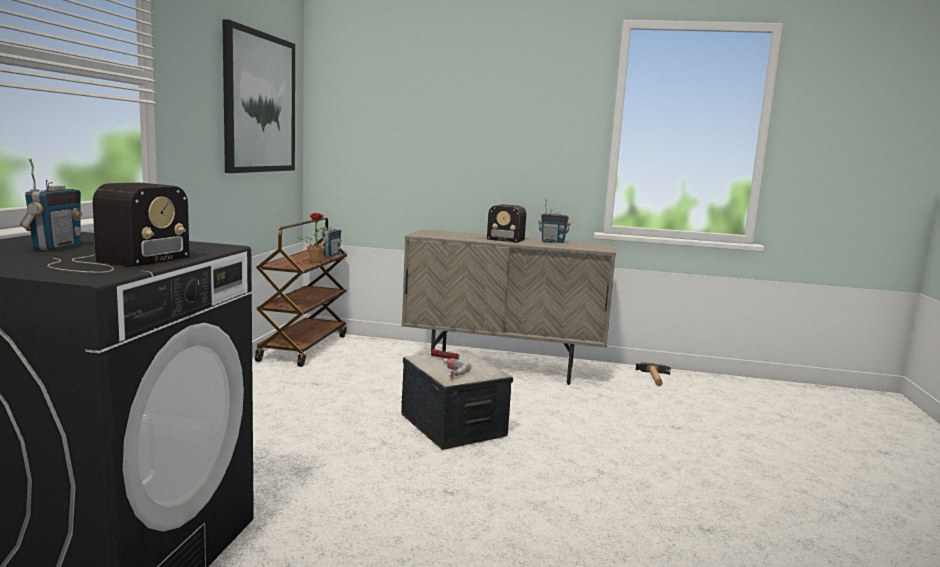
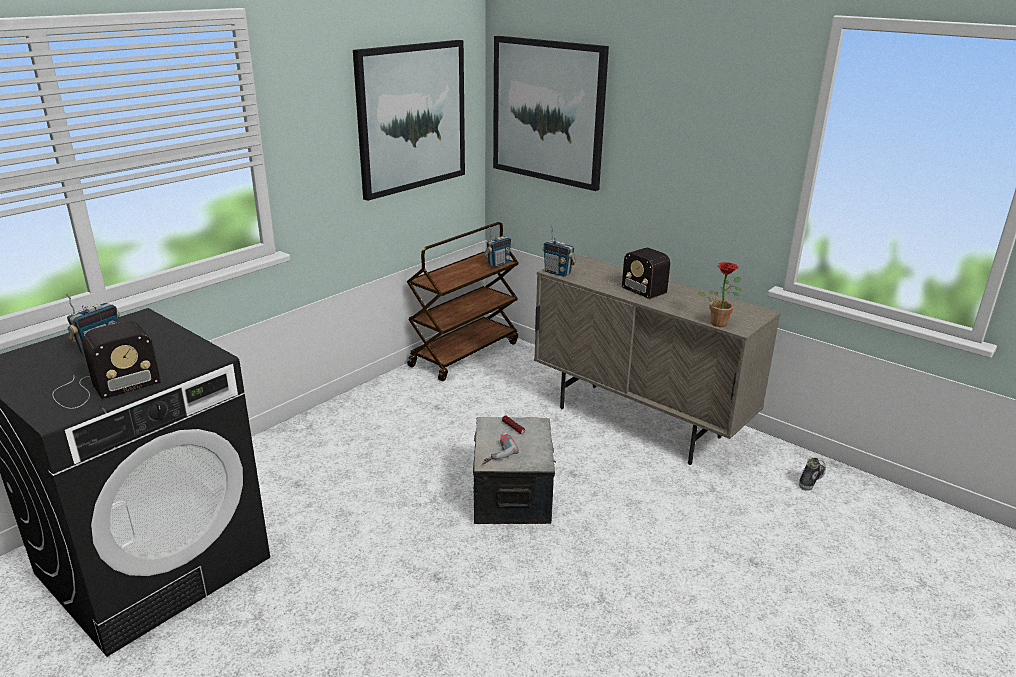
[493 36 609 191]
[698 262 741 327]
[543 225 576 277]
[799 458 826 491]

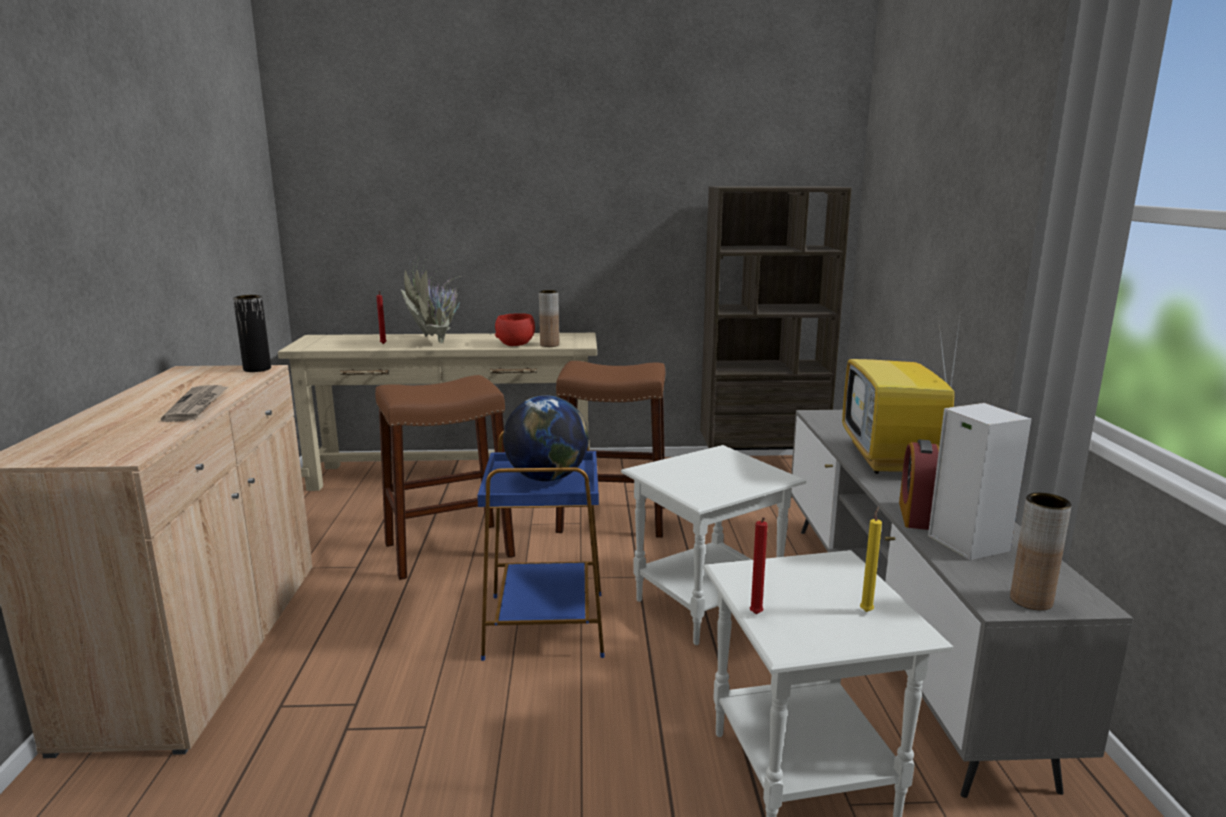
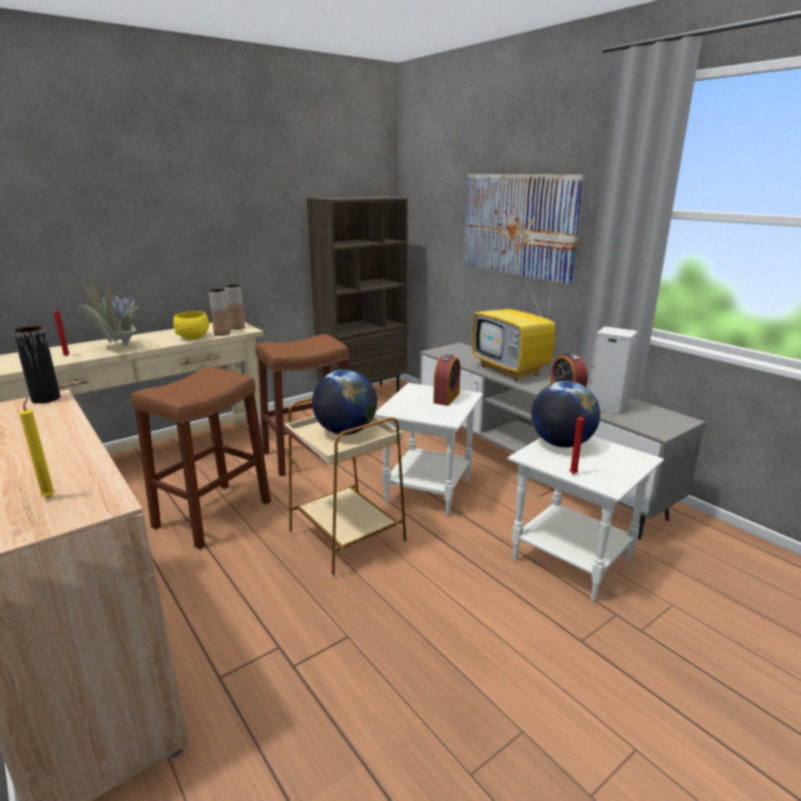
[161 385 228 422] (first image)
[433 354 460 406]
[464 174 585 284]
[531 381 600 448]
[19 397 55 498]
[225 284 245 330]
[284 398 407 579]
[173 311 209 340]

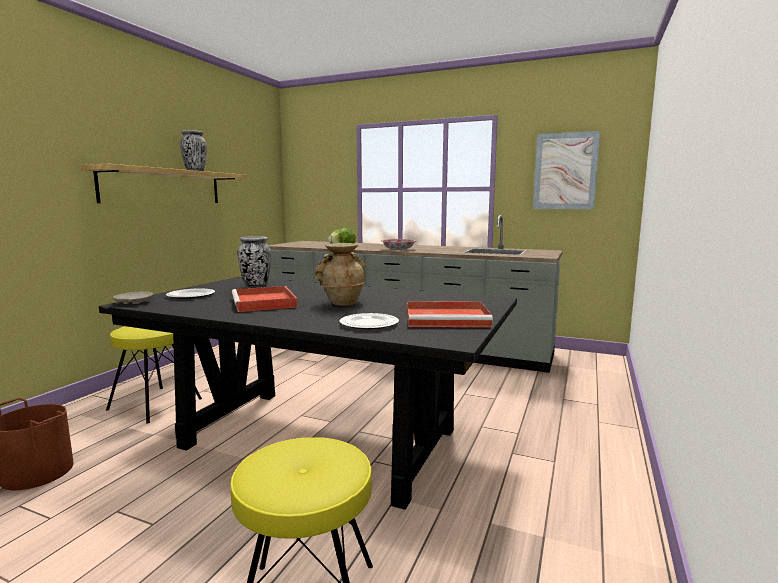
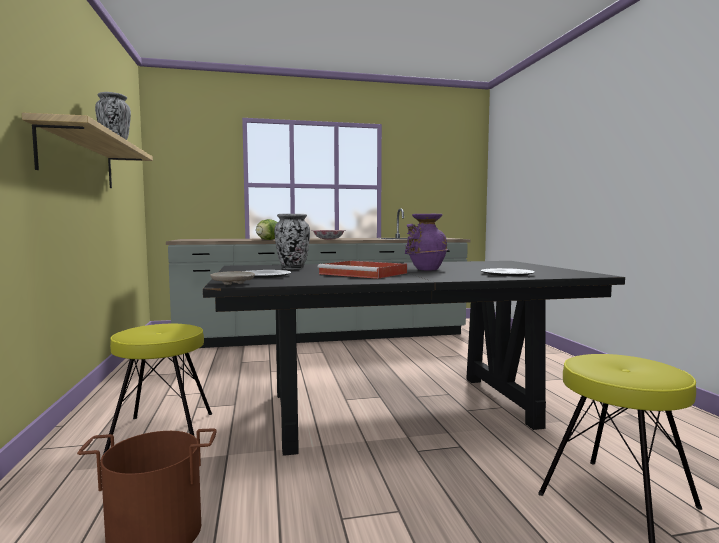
[407 301 493 327] (first image)
[533 131 600 209] (first image)
[405 214 448 270]

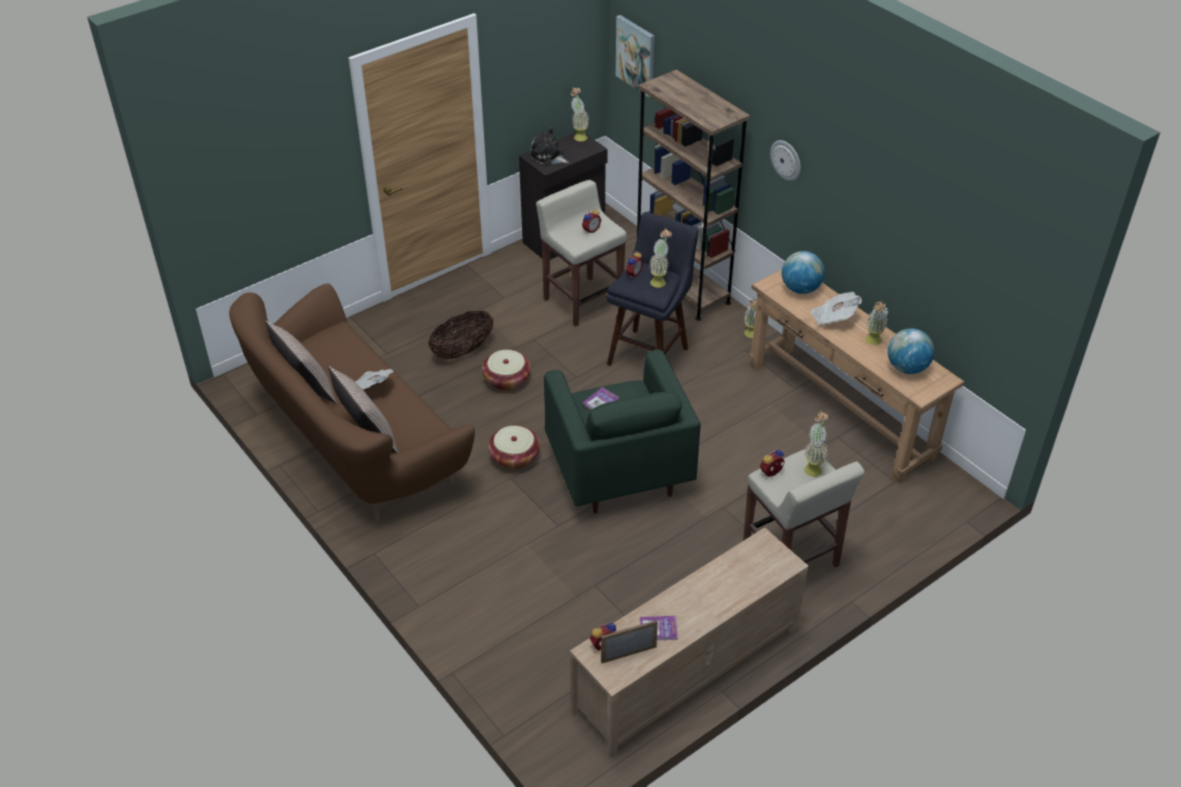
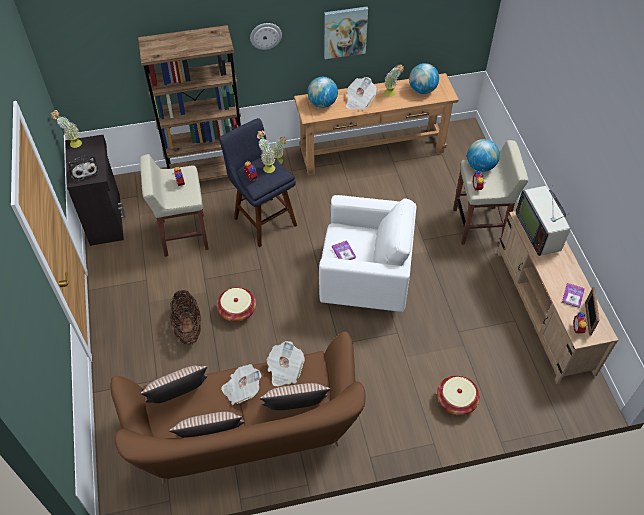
[140 366 207 403]
[266 341 305 386]
[516 186 570 256]
[437 375 480 415]
[324 7 368 59]
[467 139 500 172]
[319 195 416 312]
[68 155 99 182]

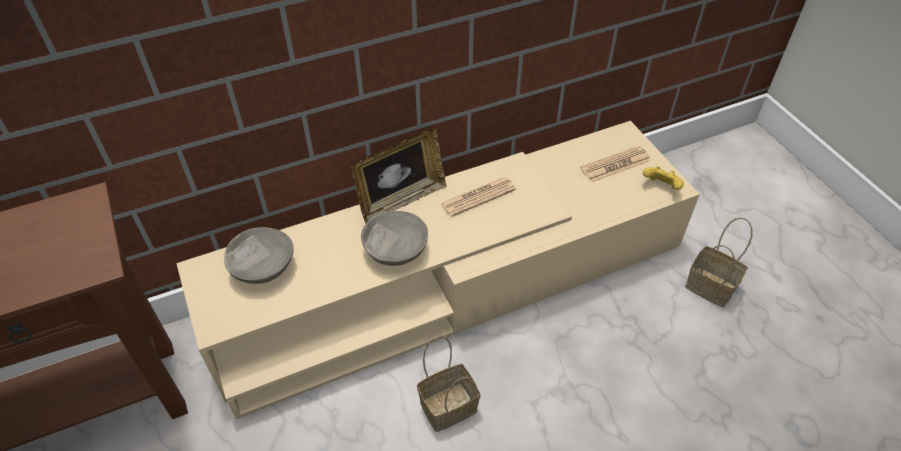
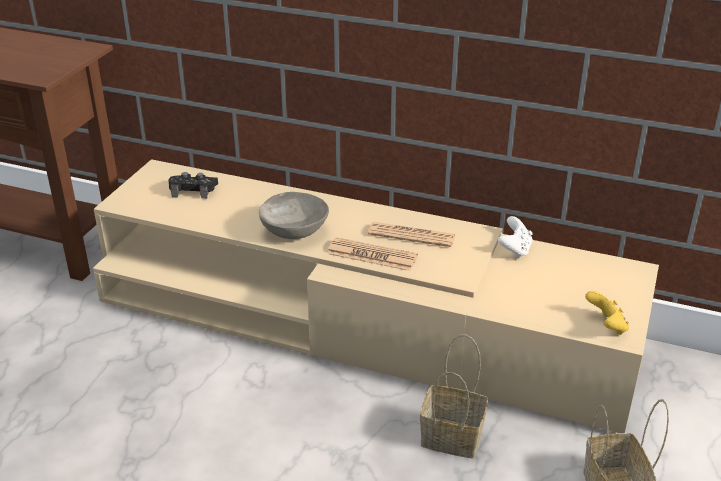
[351 127 447 223] (first image)
[498 216 533 259]
[420 335 488 458]
[327 237 418 271]
[168 172 218 199]

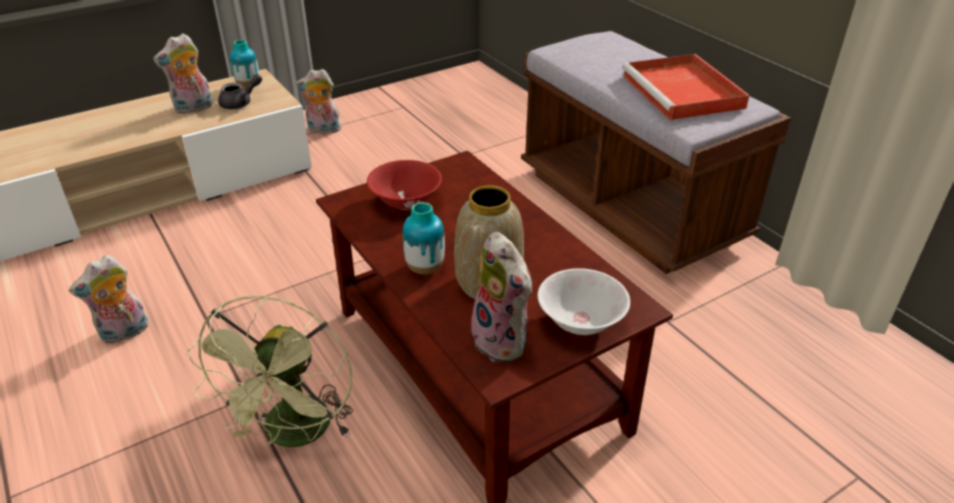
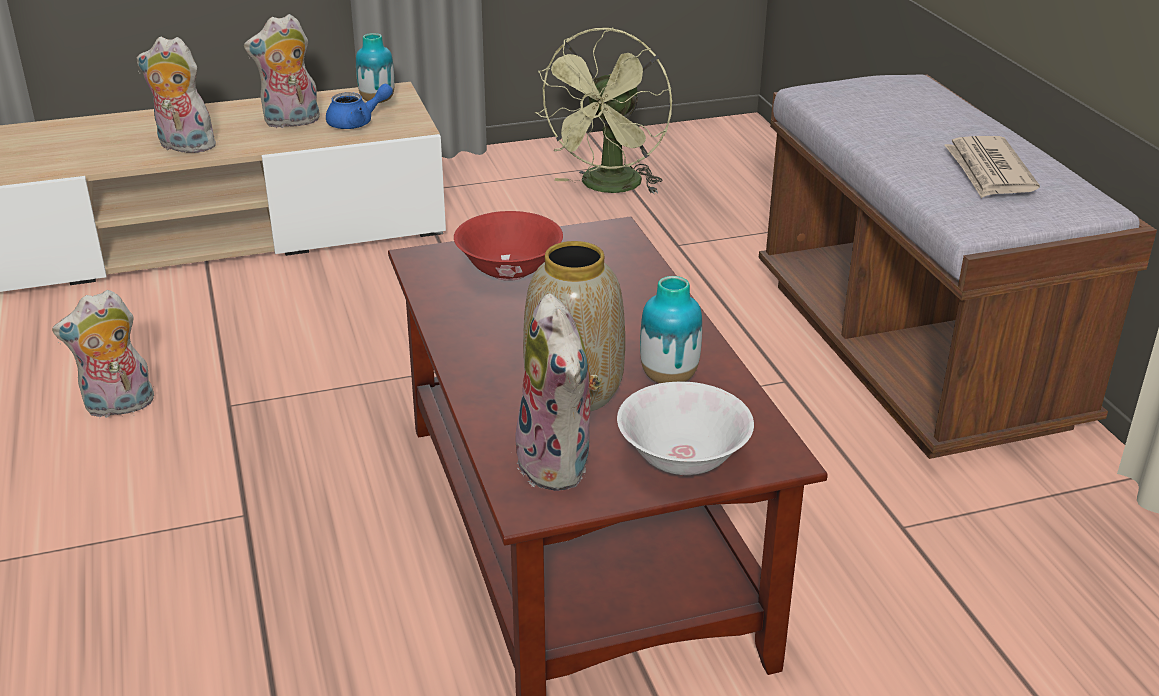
[535 28 672 194]
[136 37 216 153]
[640 276 702 383]
[945 136 1040 198]
[326 84 393 129]

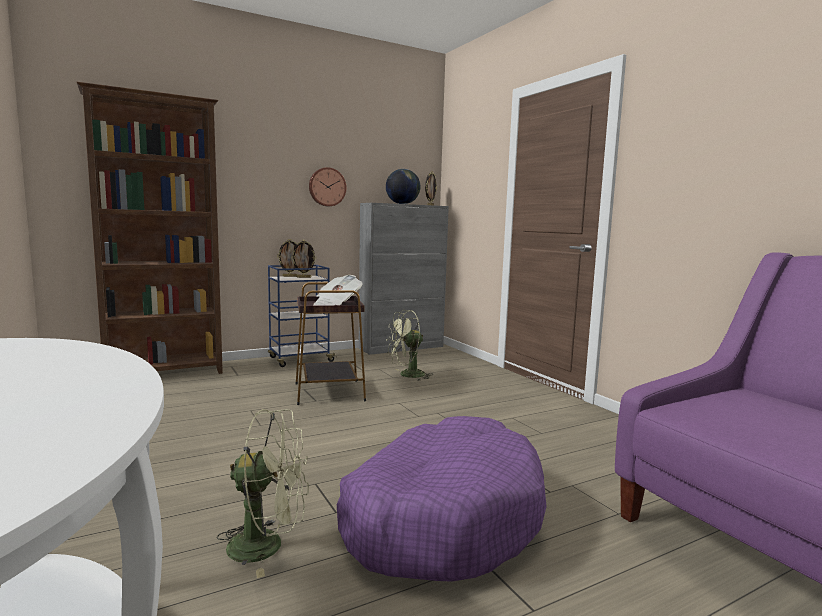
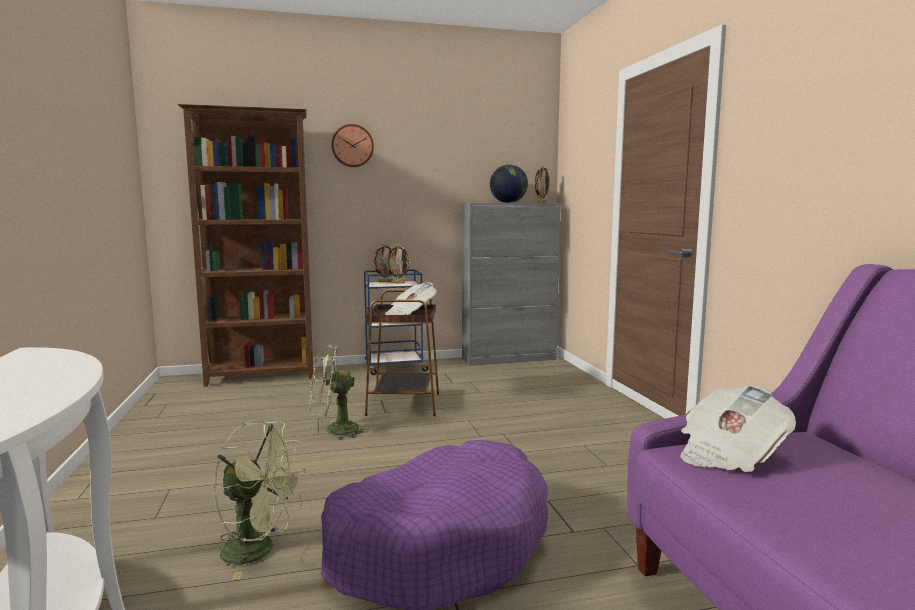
[681 385 796 472]
[332 124 374 167]
[309 344 369 440]

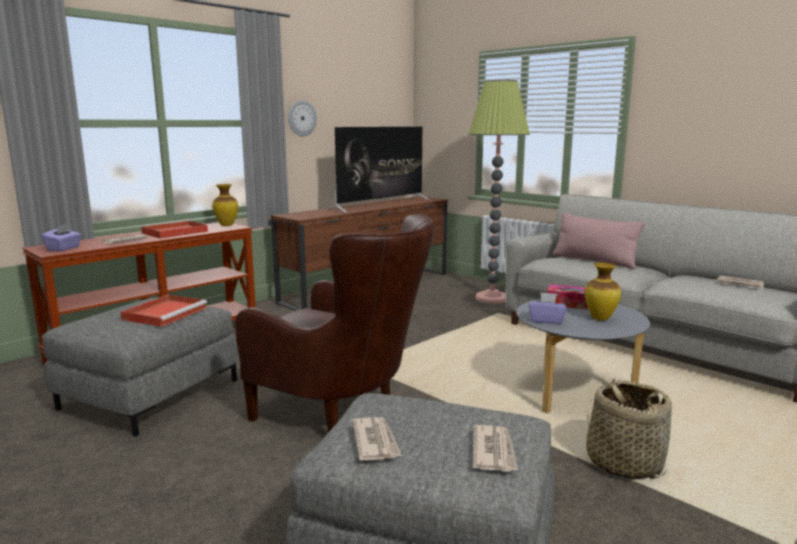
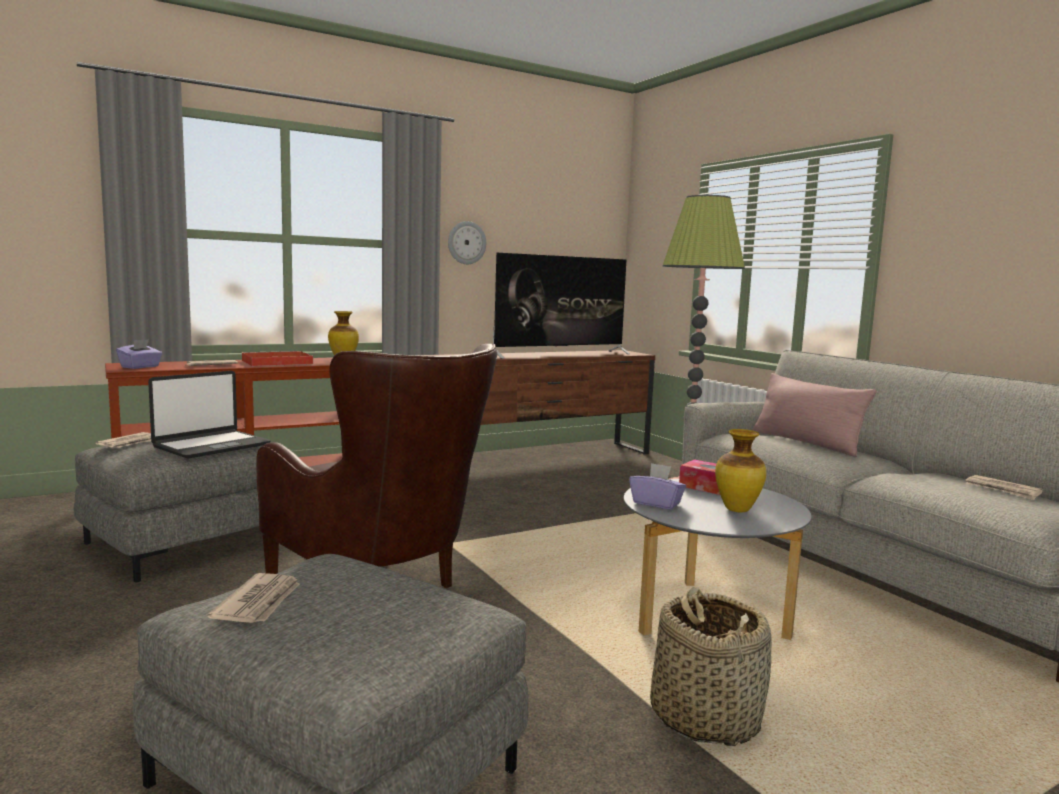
[96 432 151 448]
[148 371 271 459]

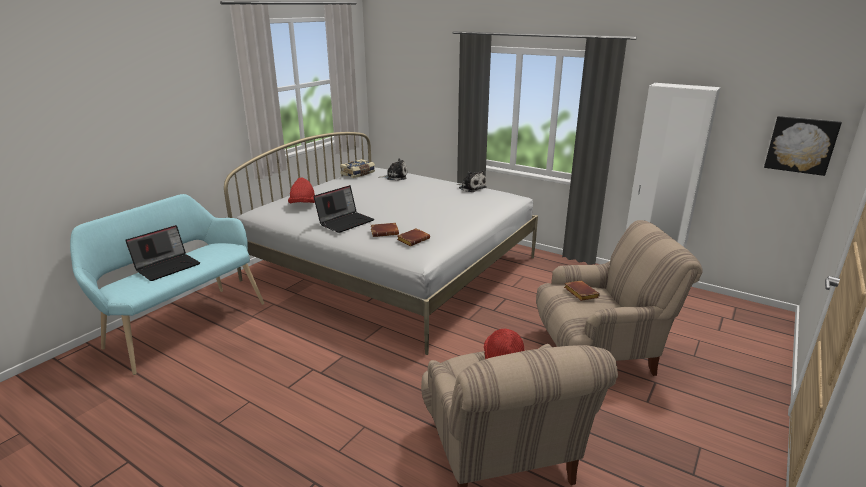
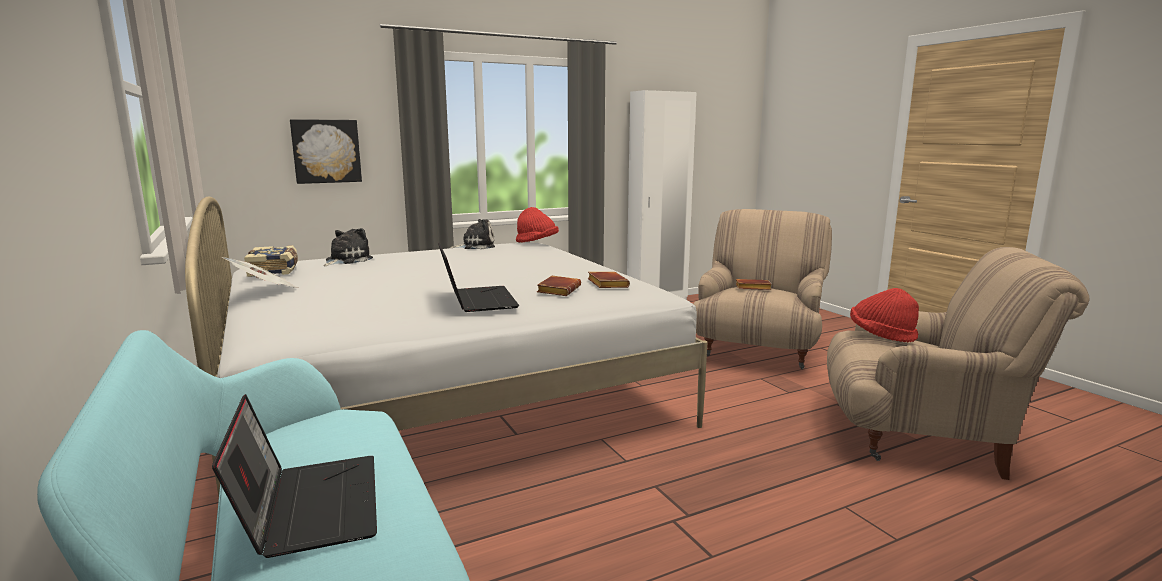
[221 257 298 288]
[516 207 559 242]
[290 119 362 184]

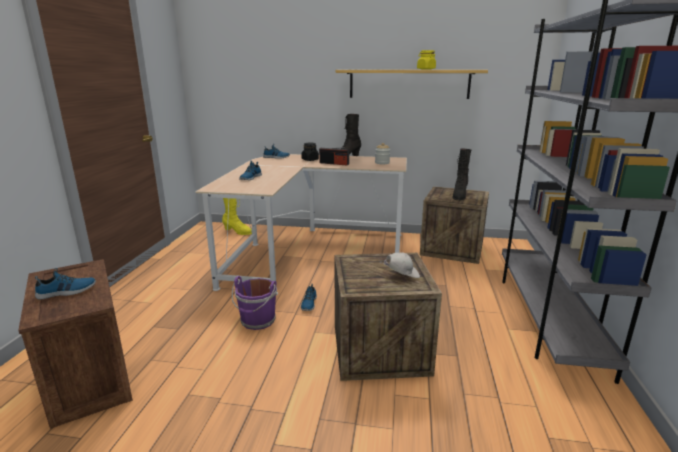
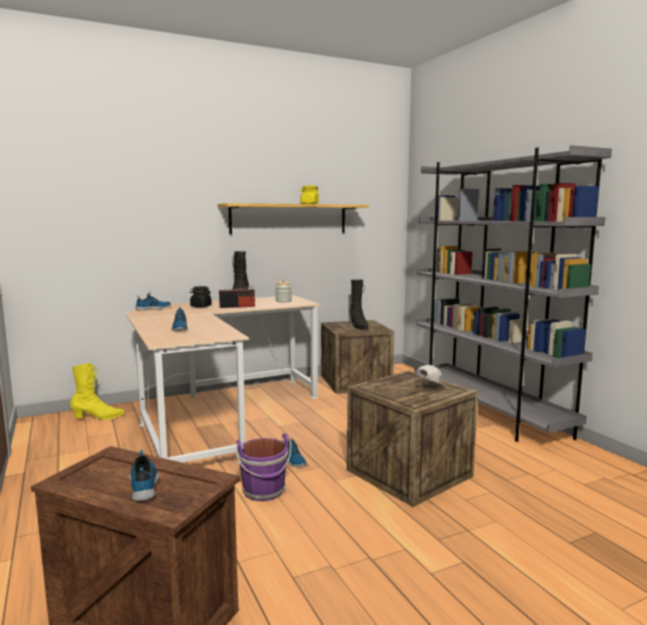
[129 450 159 501]

